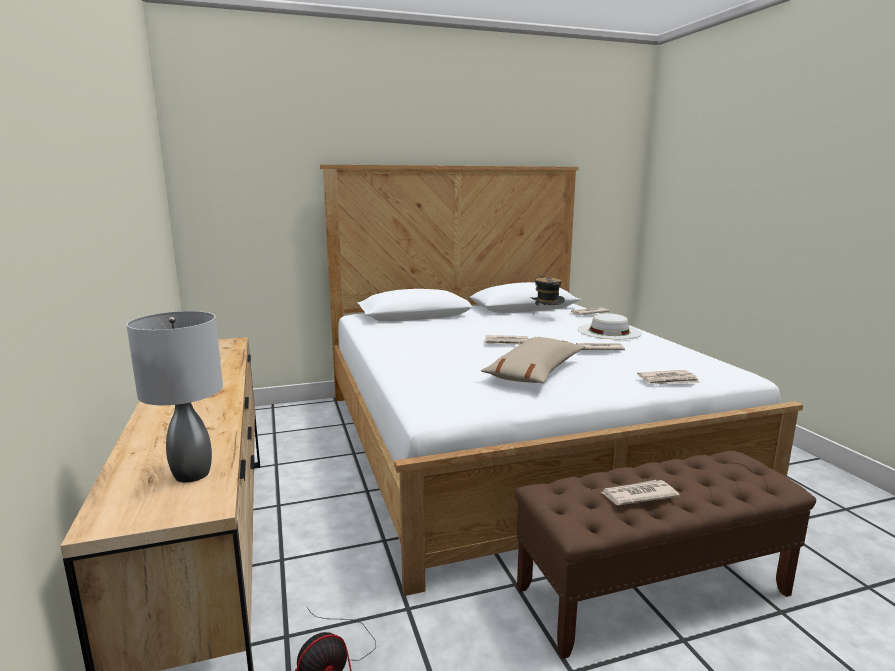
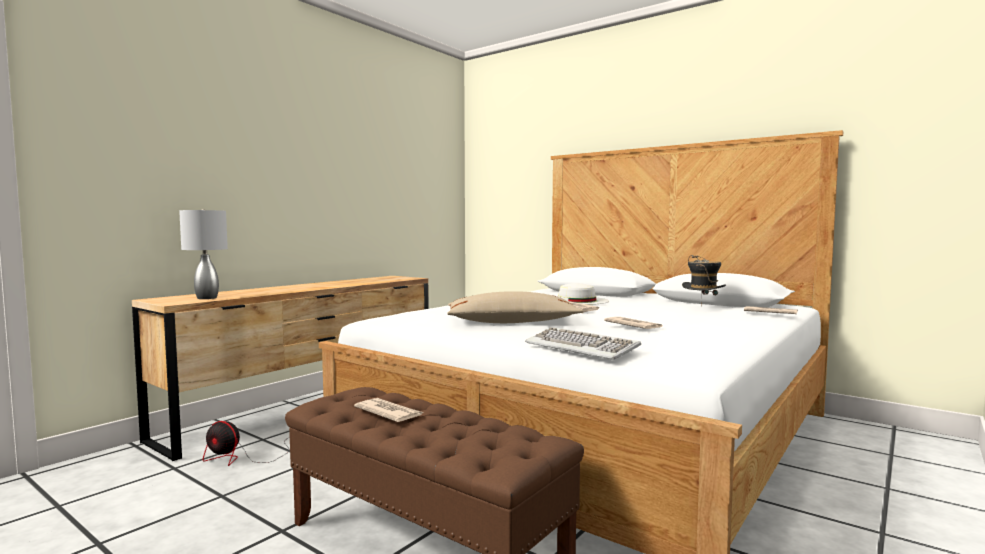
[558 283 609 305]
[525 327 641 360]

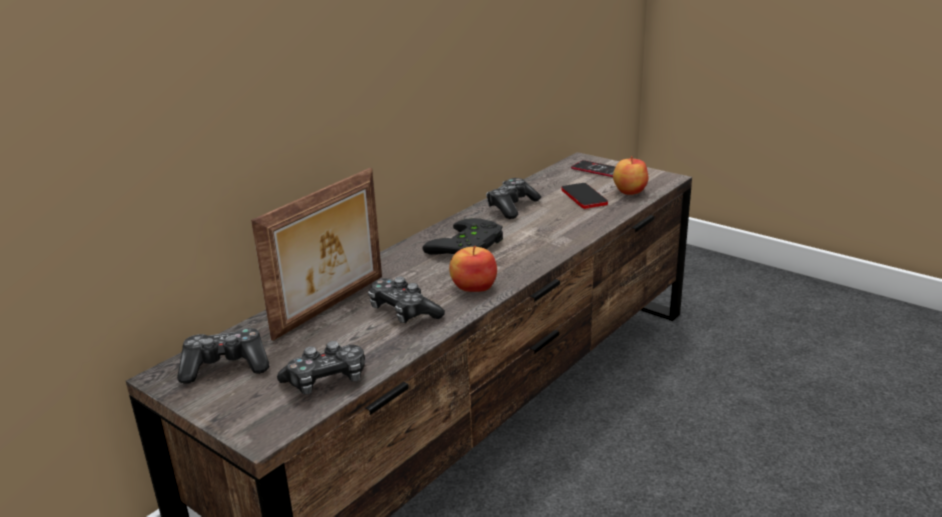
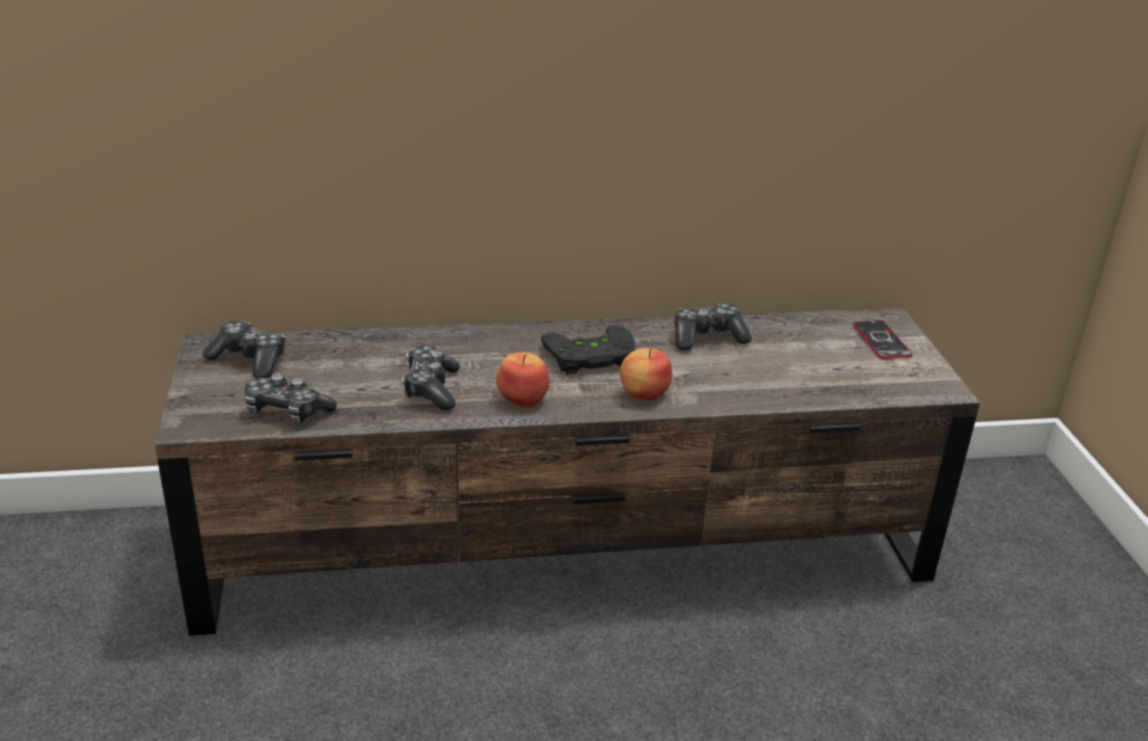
[251 168 382 341] (first image)
[561 183 608 209] (first image)
[620 348 672 401]

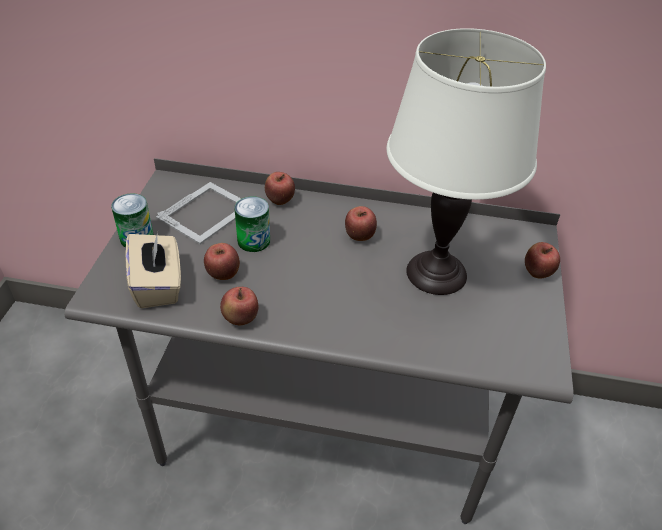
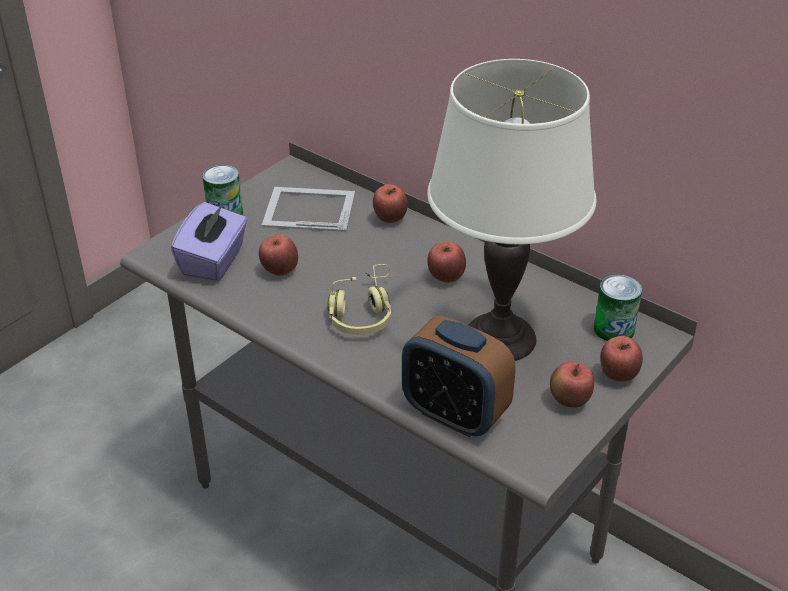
[328 264 391 335]
[402 316 516 437]
[550 362 594 408]
[594 275 642 341]
[171 202 247 282]
[262 187 355 232]

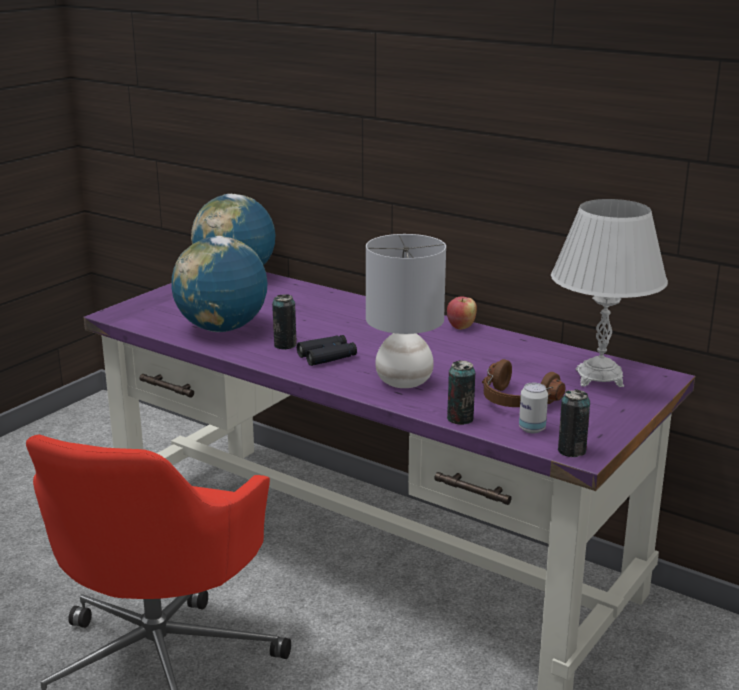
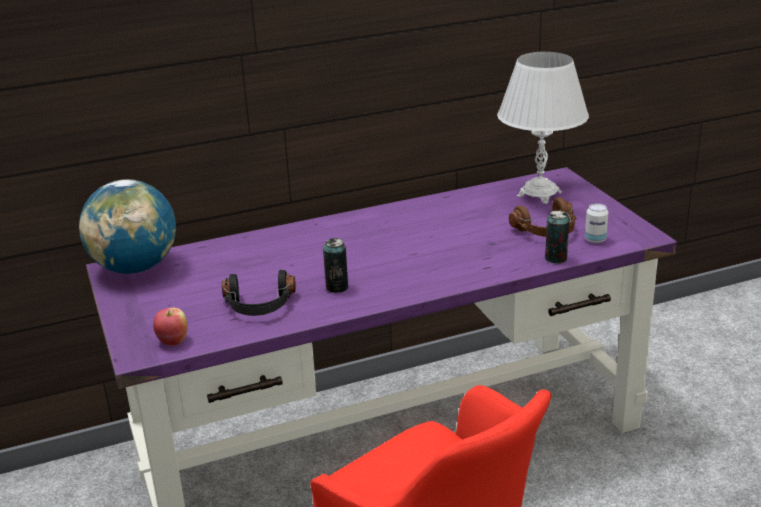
[297 335 357 366] (first image)
[366 234 446 388] (first image)
[558 389 590 457] (first image)
[153 307 187 346]
[222 270 296 316]

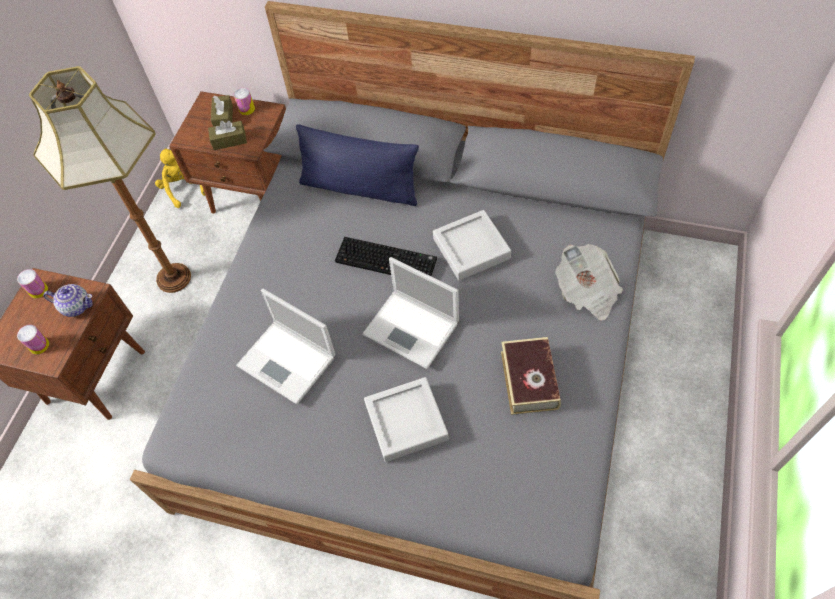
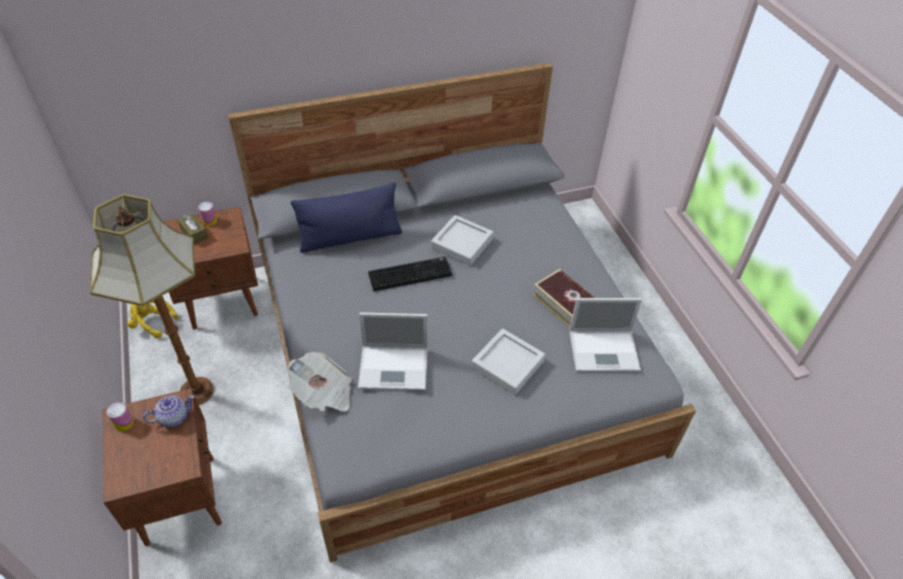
[17 325 49 354] (first image)
[208 121 247 150] (first image)
[569 298 642 371]
[288 352 352 411]

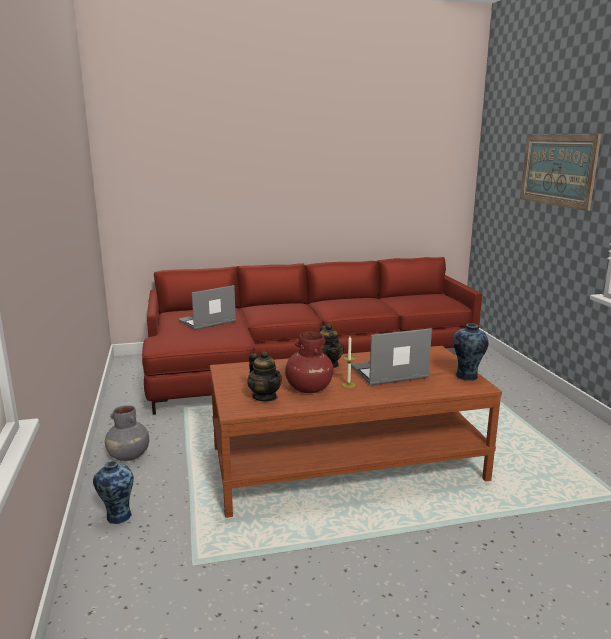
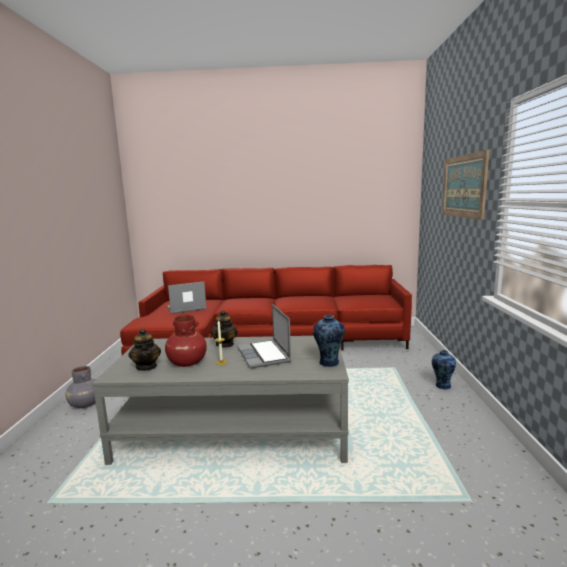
[432 350 456 389]
[92 336 349 465]
[237 304 291 369]

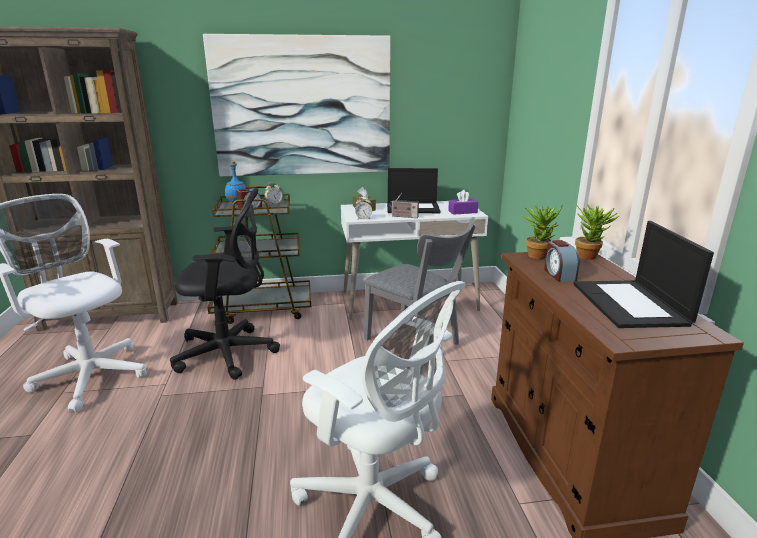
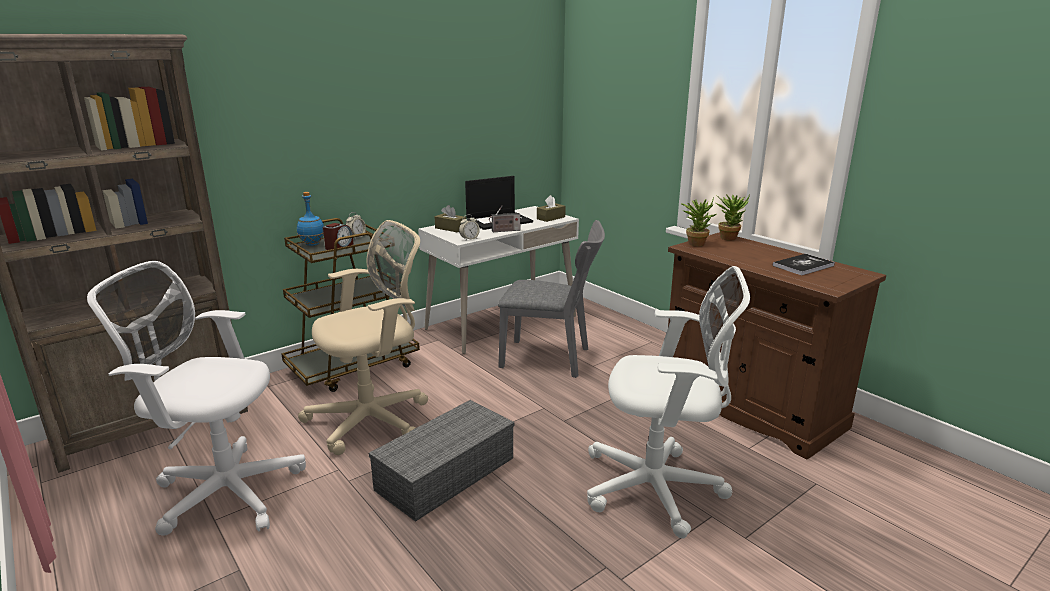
[203 34 391 176] (first image)
[544 240 580 282] (first image)
[369 400 514 522]
[773 254 835 275]
[298 220 428 455]
[537 195 566 222]

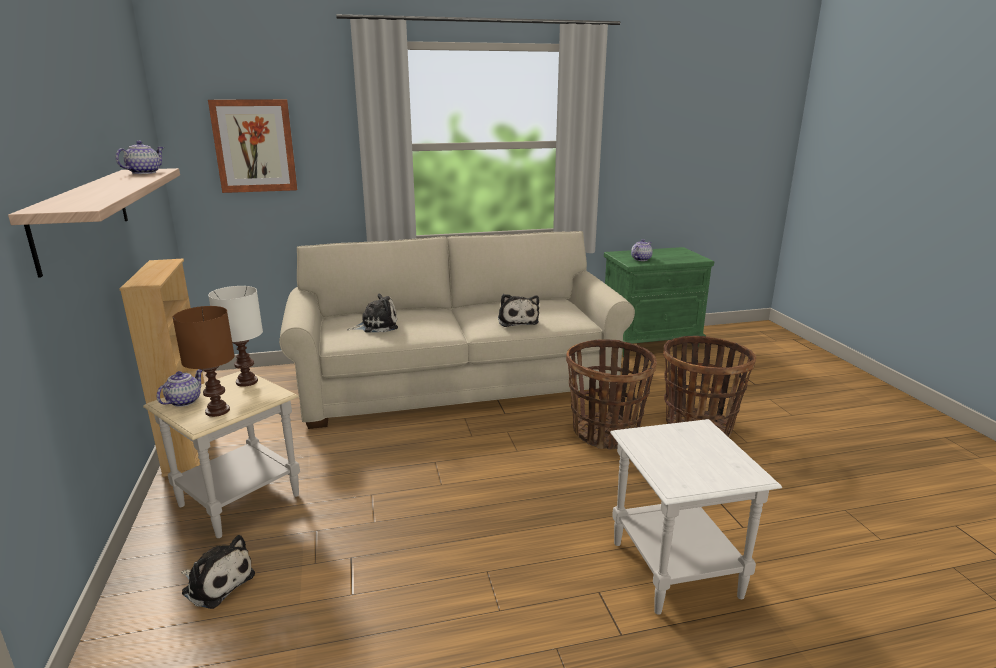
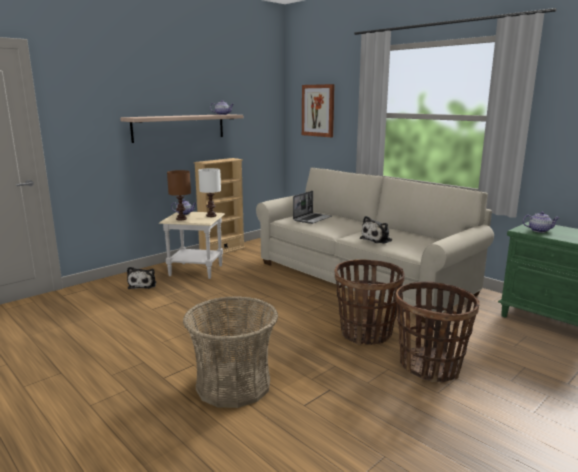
[293 191 332 224]
[183 296 278 408]

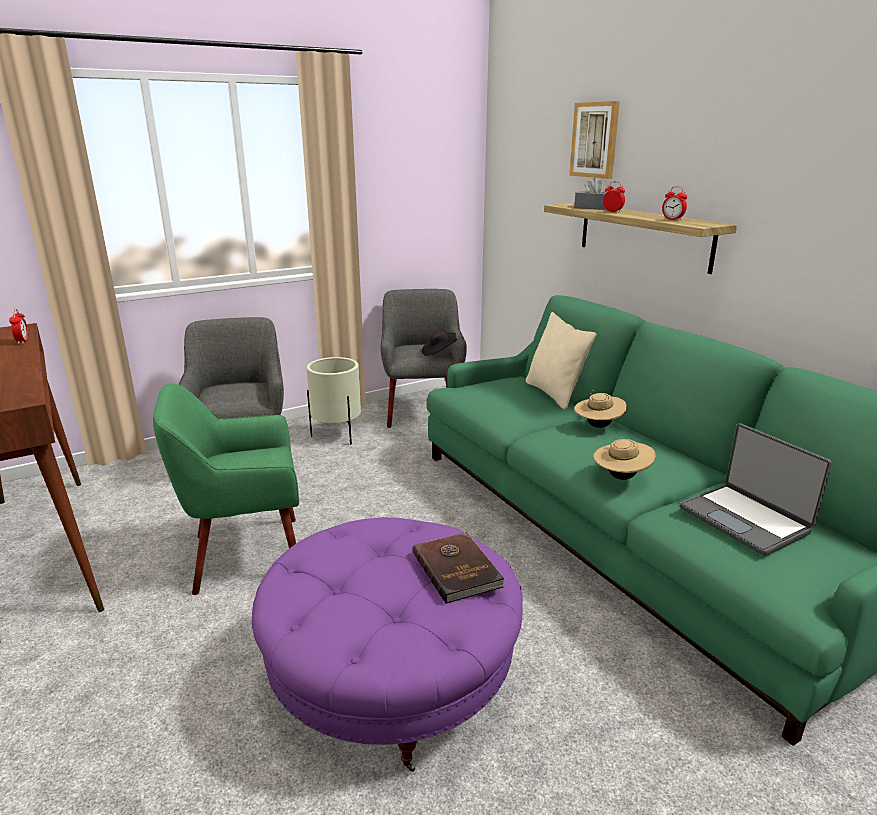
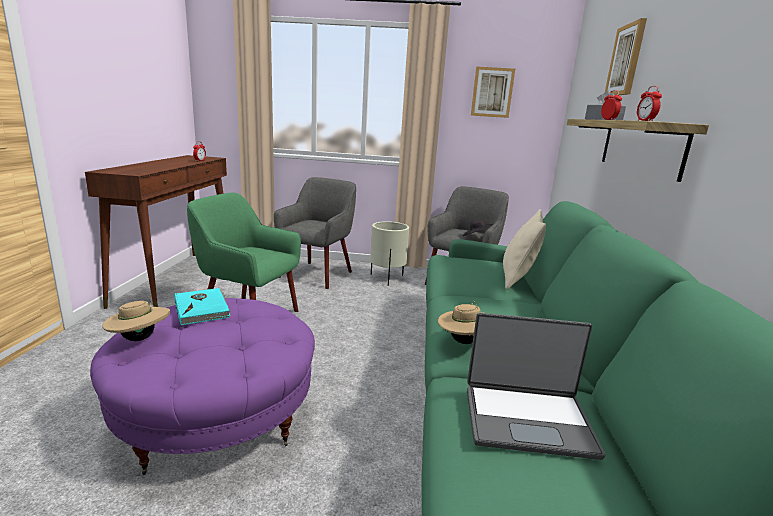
[413 532 505 604] (first image)
[175 288 230 326]
[471 67 515 118]
[102 296 170 341]
[467 313 605 460]

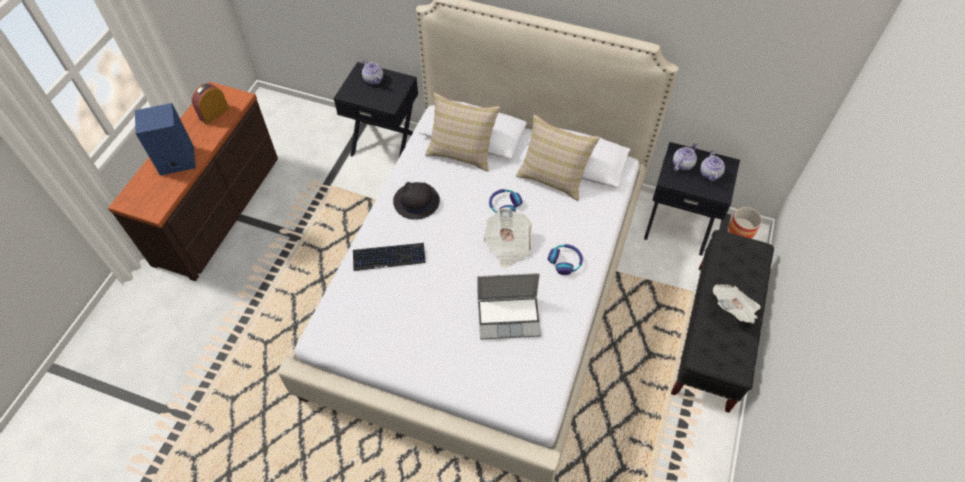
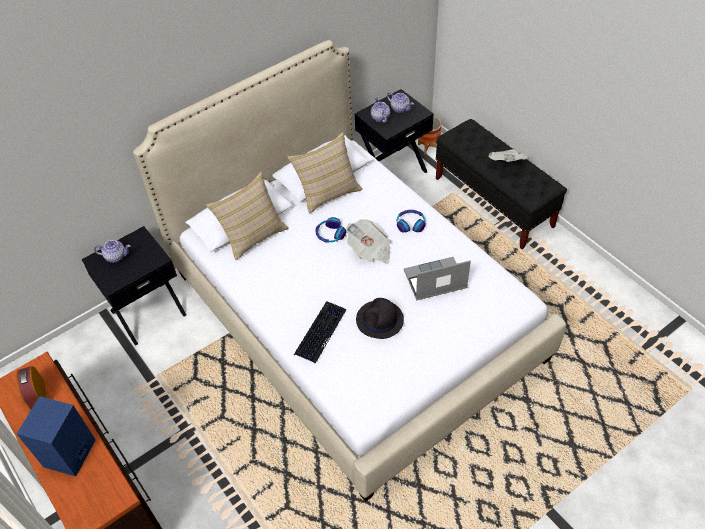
[356 298 404 339]
[404 257 471 300]

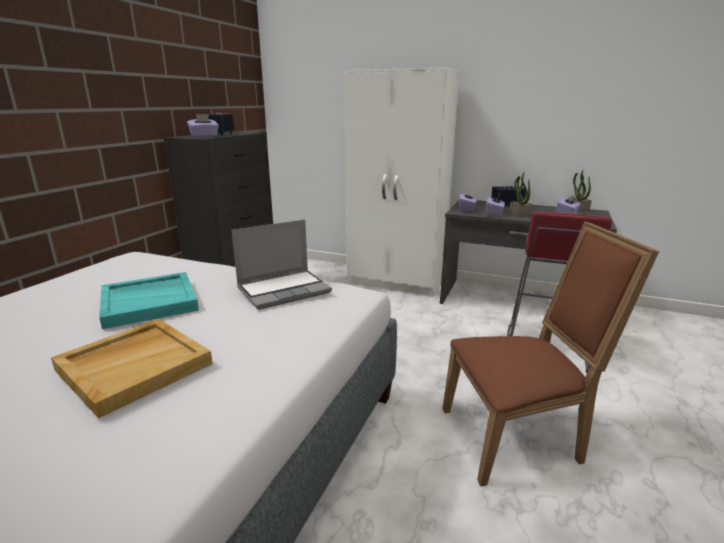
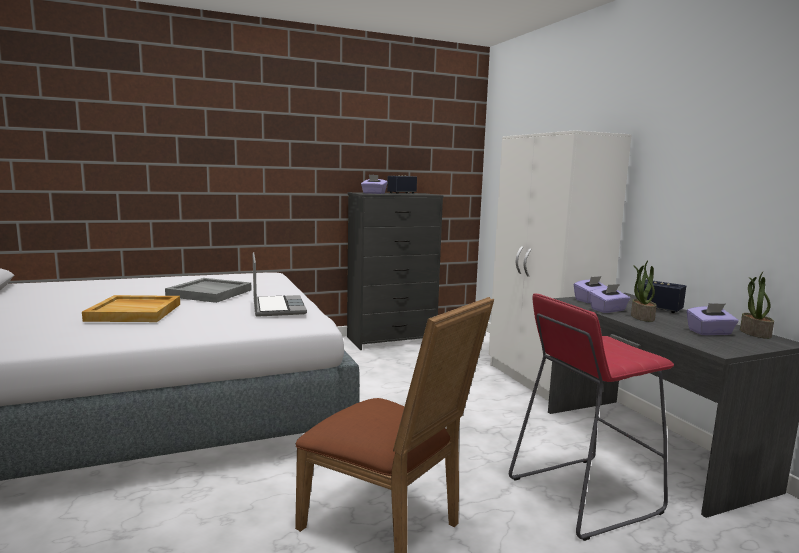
[165 278 251 303]
[253 252 307 317]

